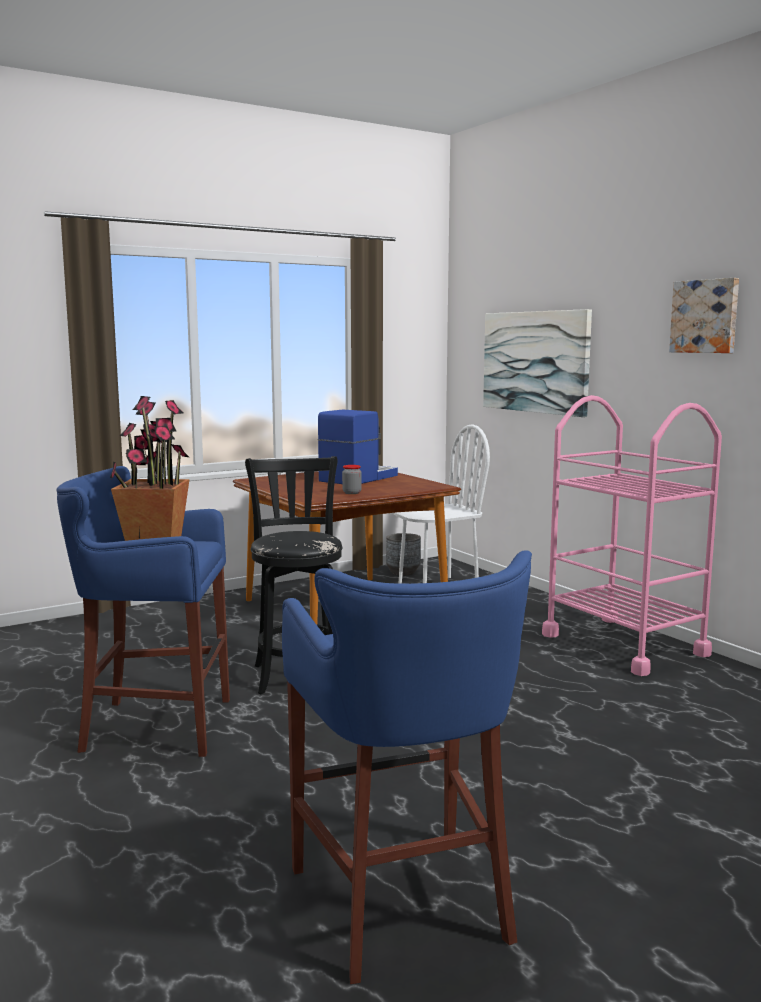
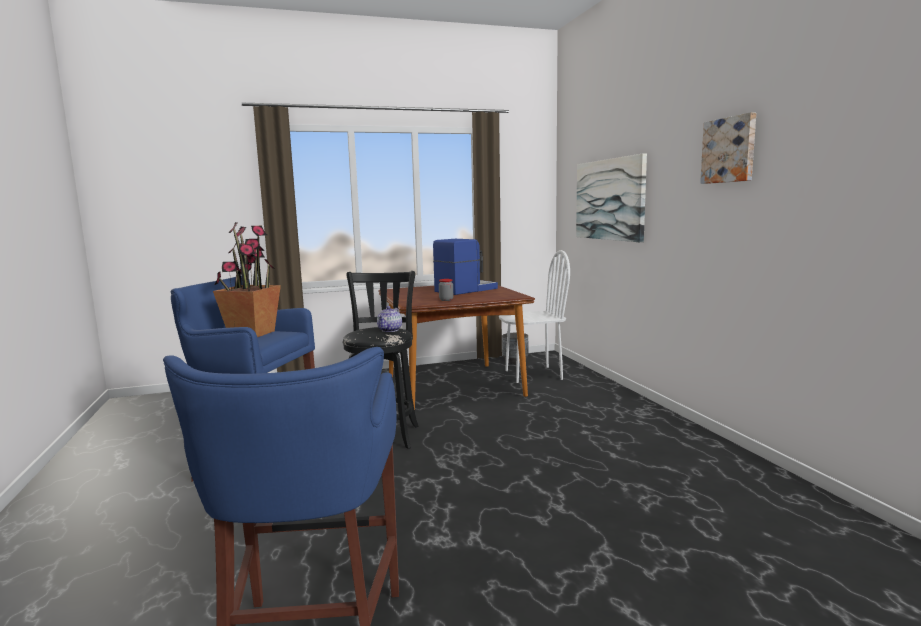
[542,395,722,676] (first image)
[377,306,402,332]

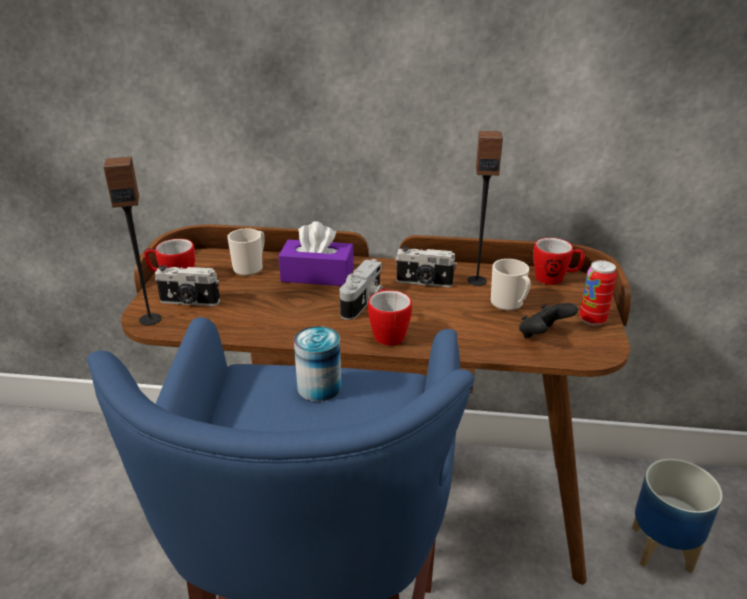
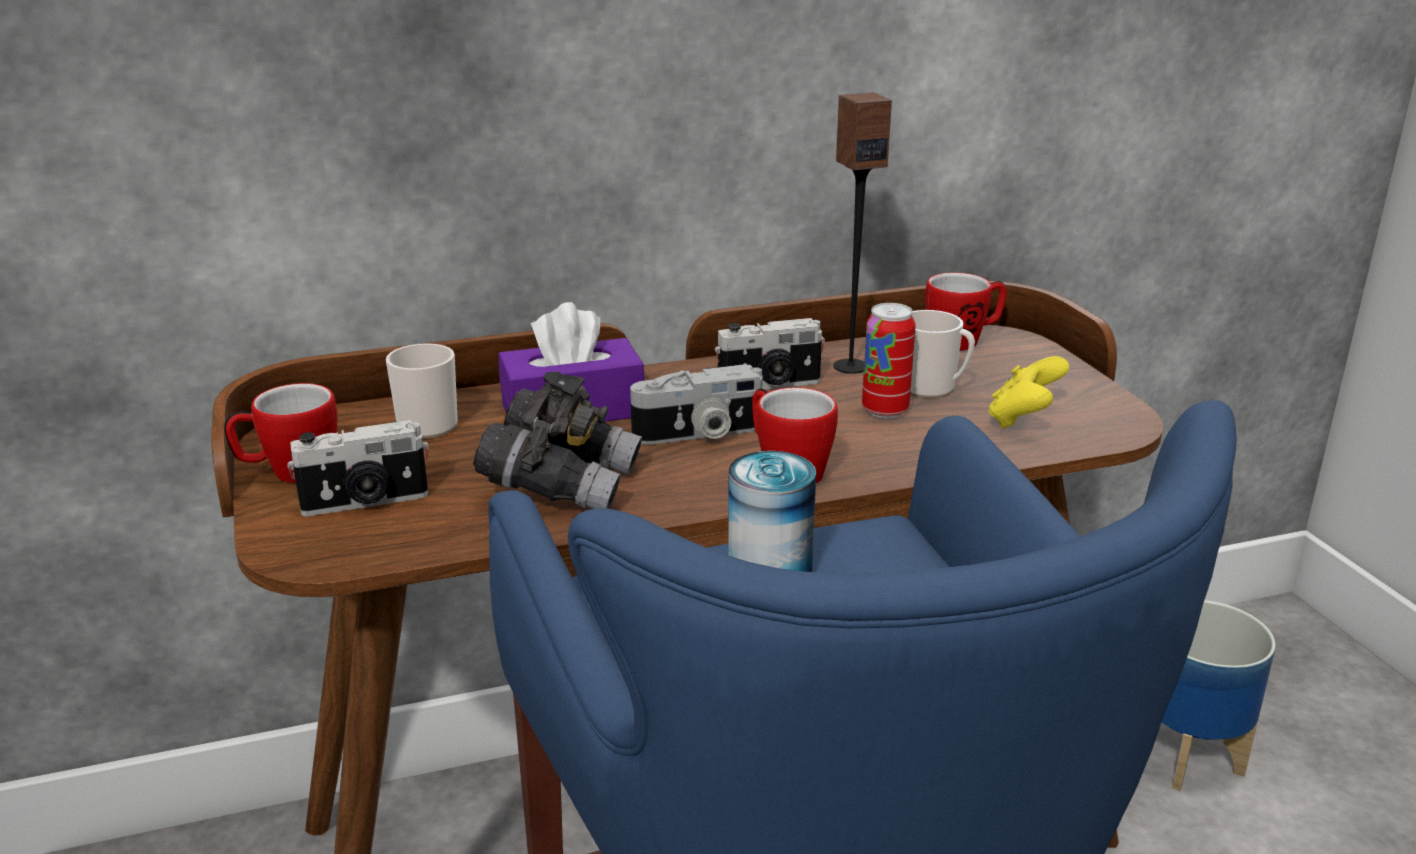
[104,157,161,325] (first image)
[630,365,763,445]
[989,356,1069,429]
[862,303,916,418]
[473,372,642,509]

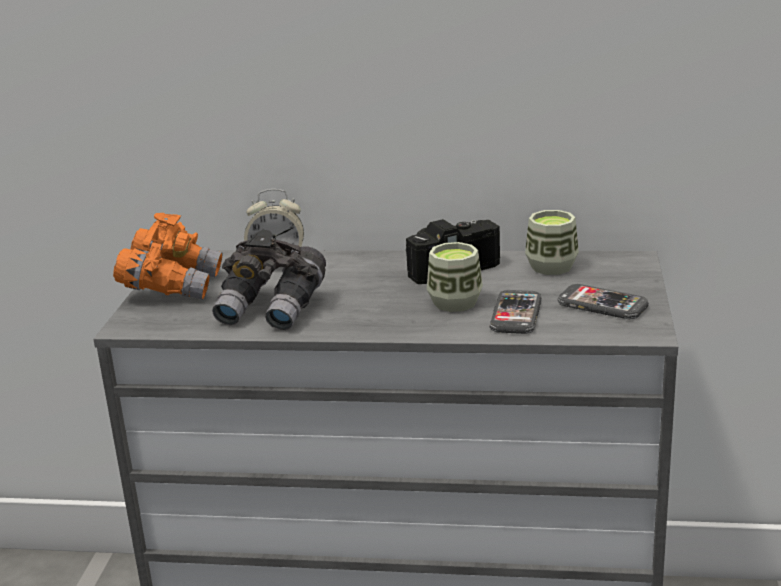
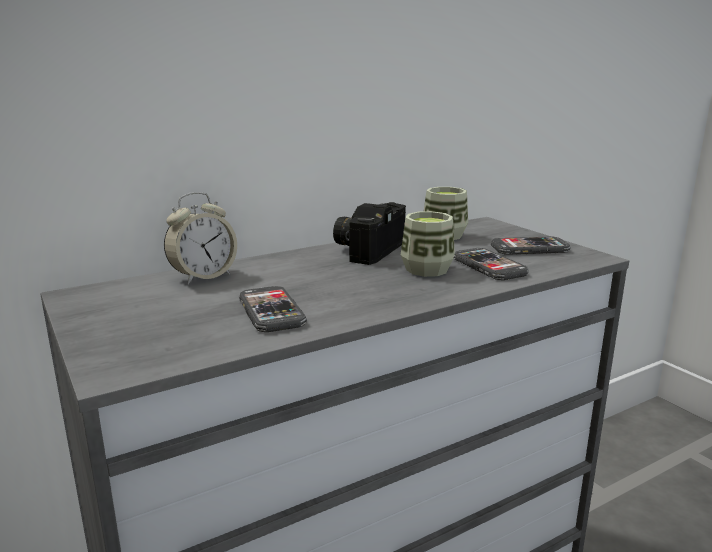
[113,213,223,300] (first image)
[239,286,307,332]

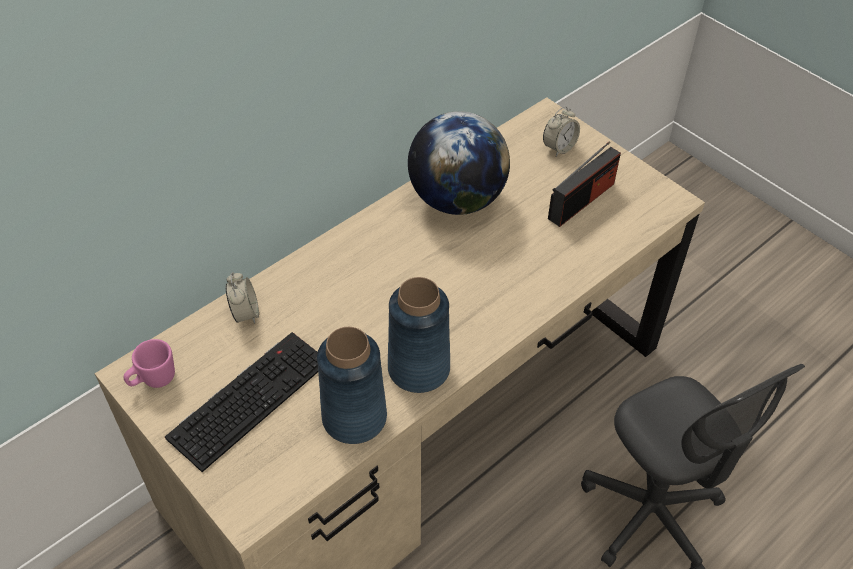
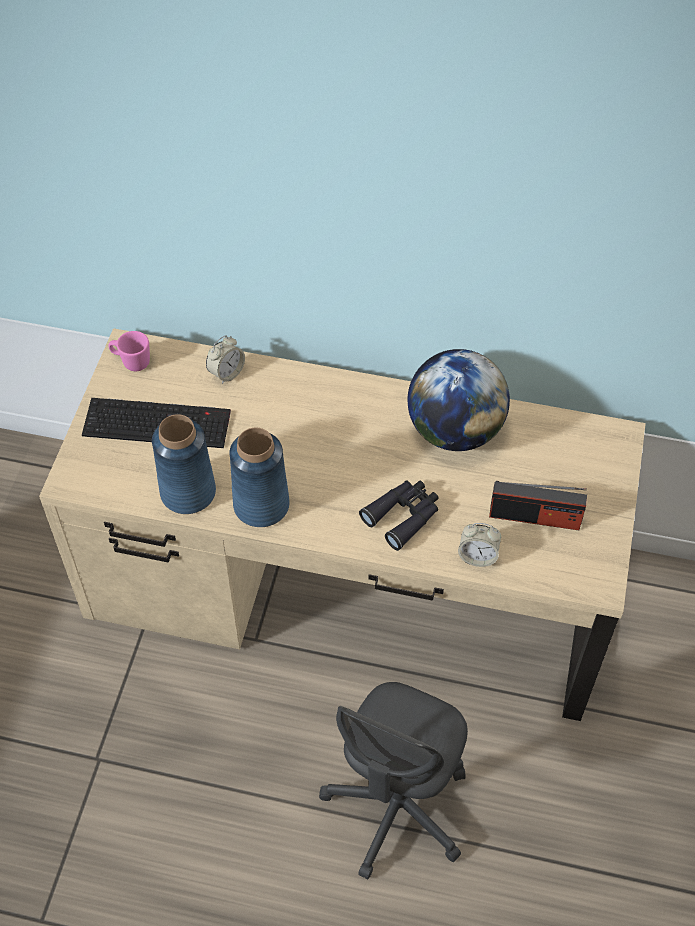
[458,523,501,567]
[359,480,439,551]

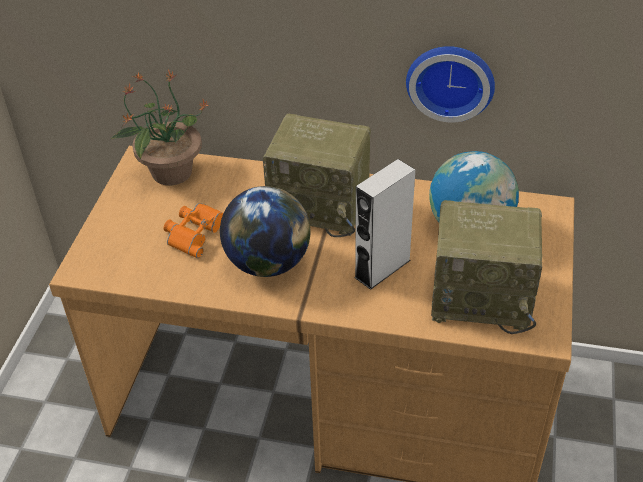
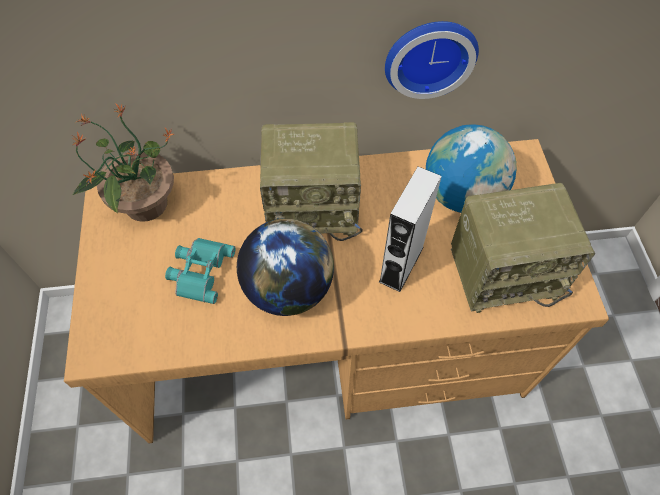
[165,238,236,304]

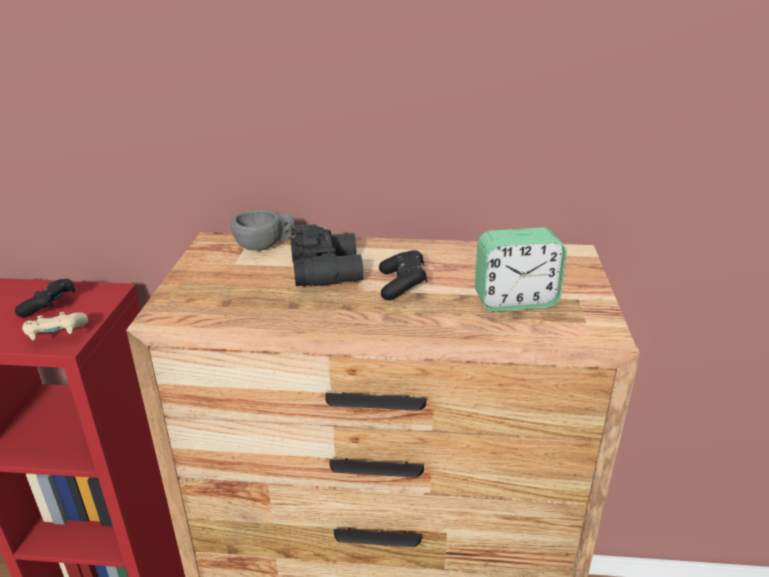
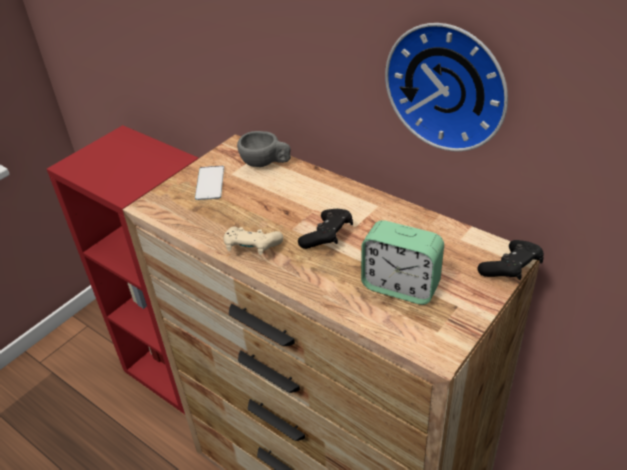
[478,240,544,280]
[224,226,283,255]
[291,224,364,287] (first image)
[195,166,224,200]
[385,23,508,152]

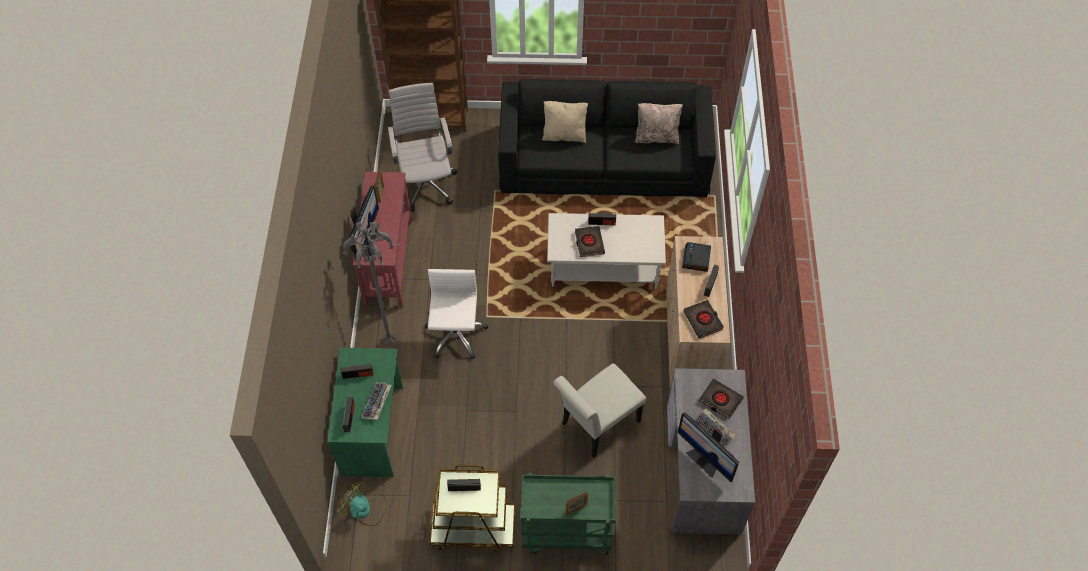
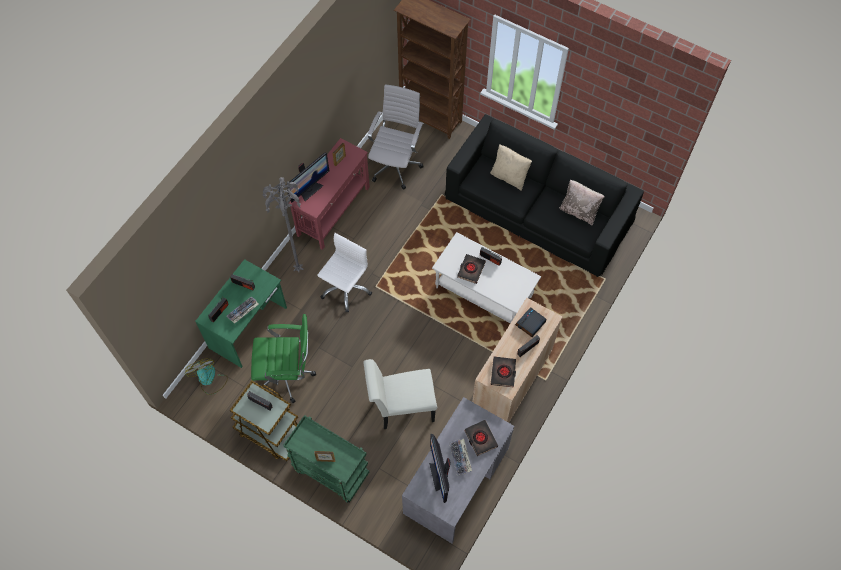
[251,314,316,403]

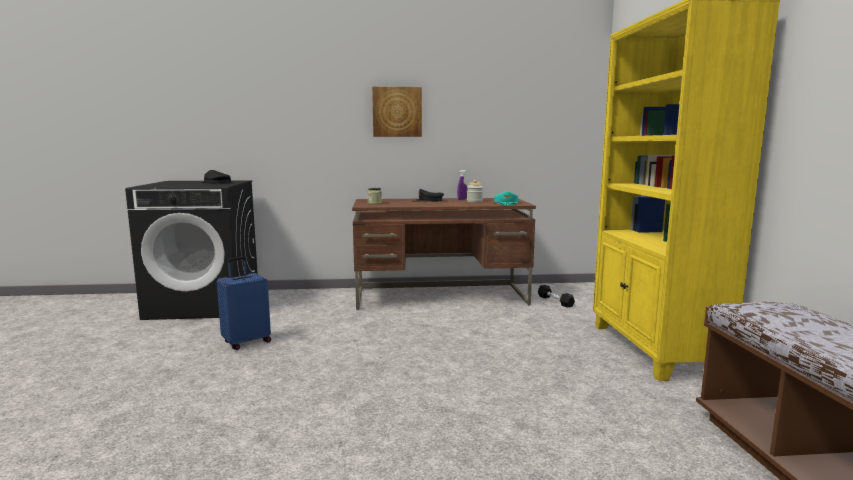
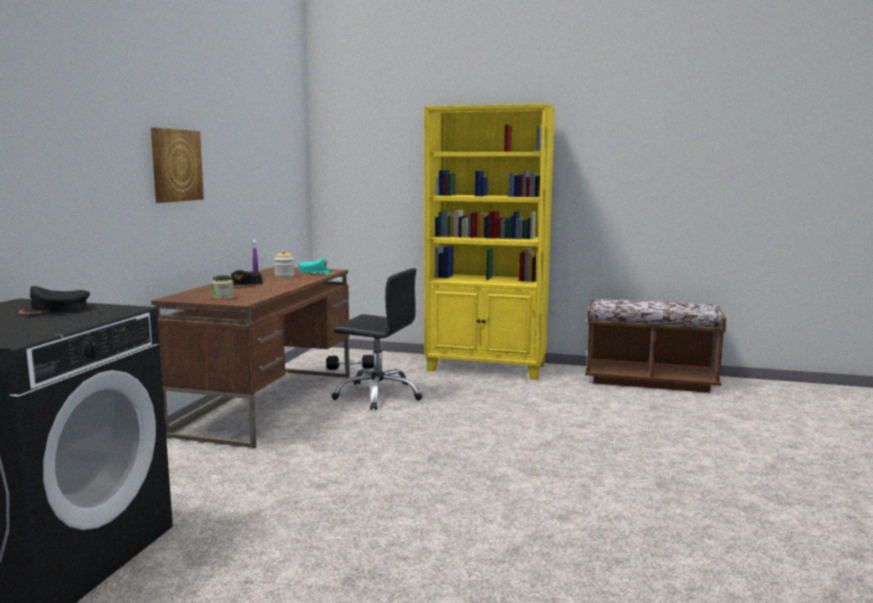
[217,256,271,350] (first image)
[331,268,423,410]

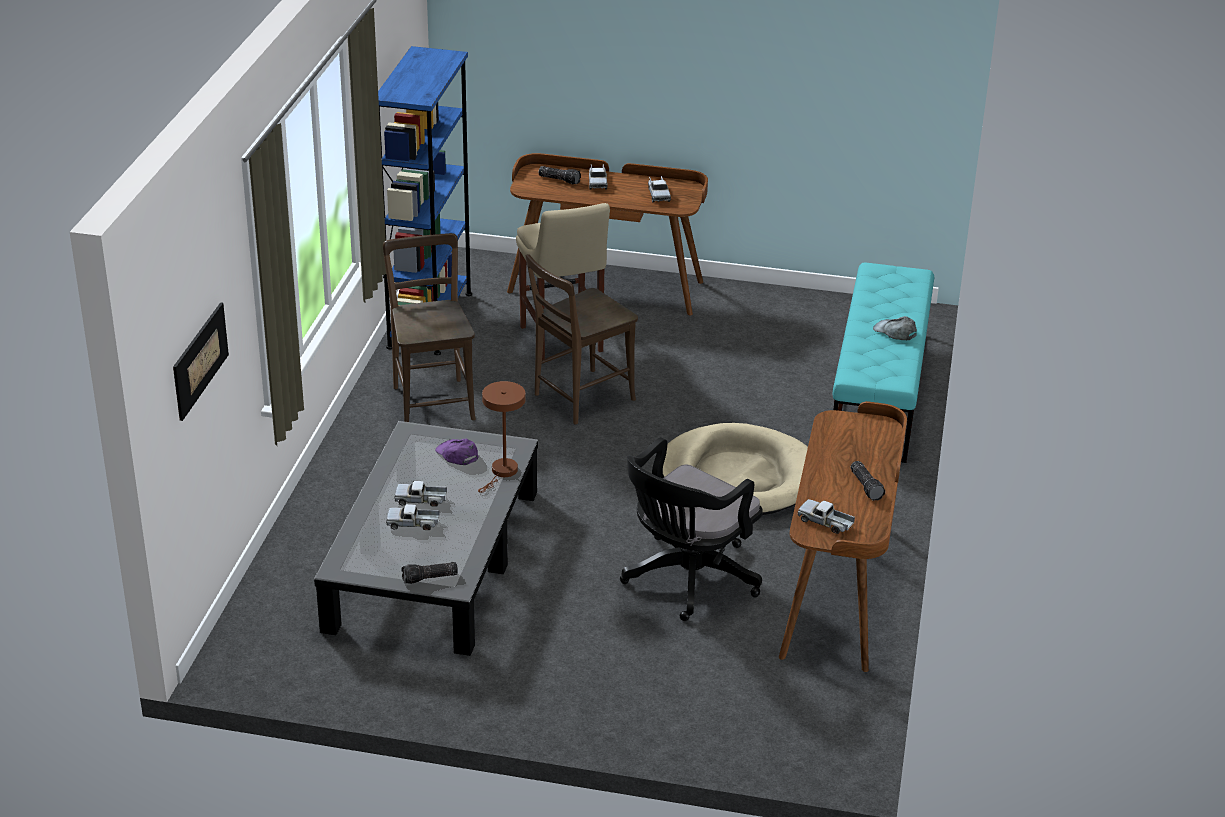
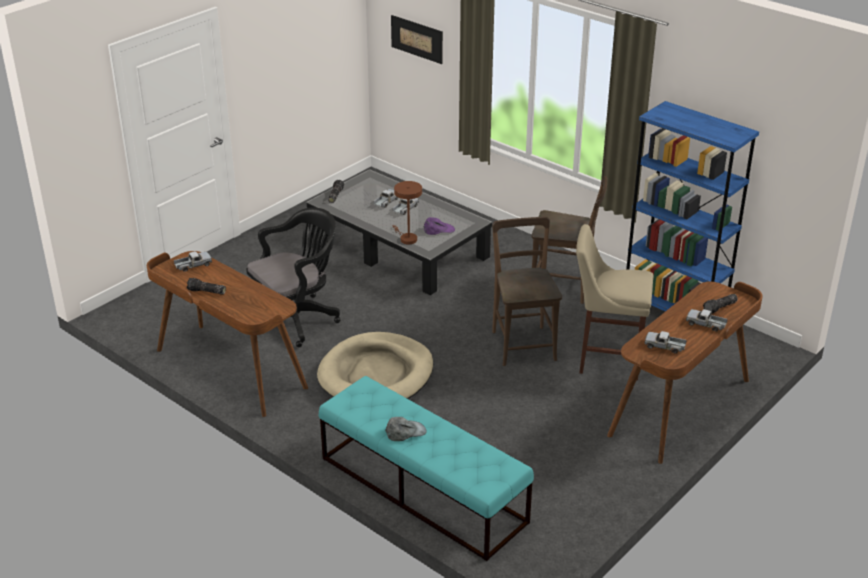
[246,207,340,348]

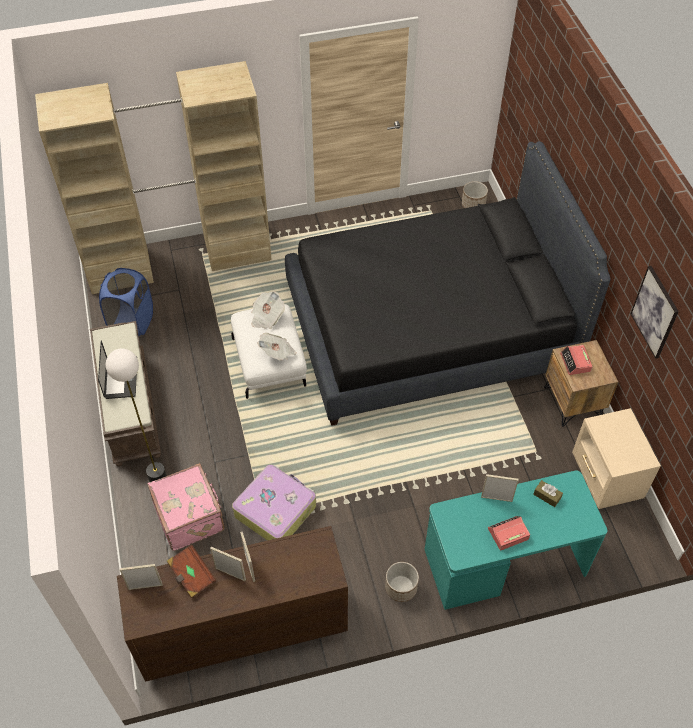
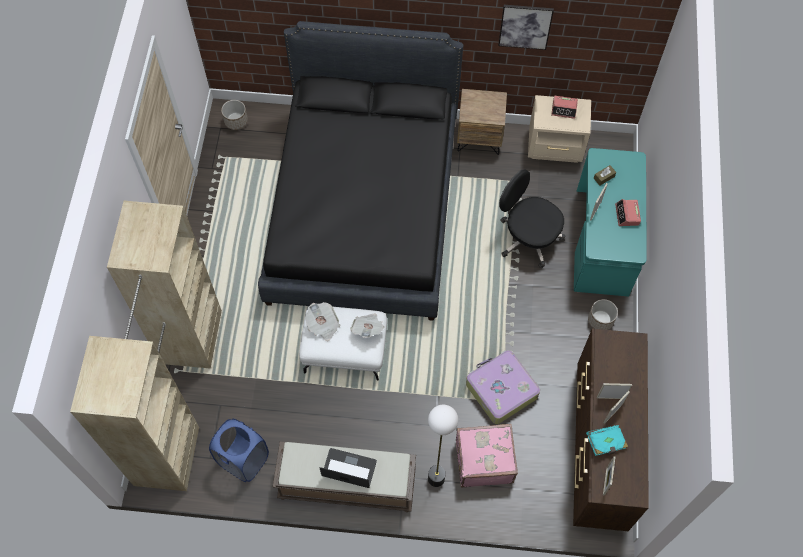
[586,425,628,456]
[551,96,578,119]
[499,170,566,268]

